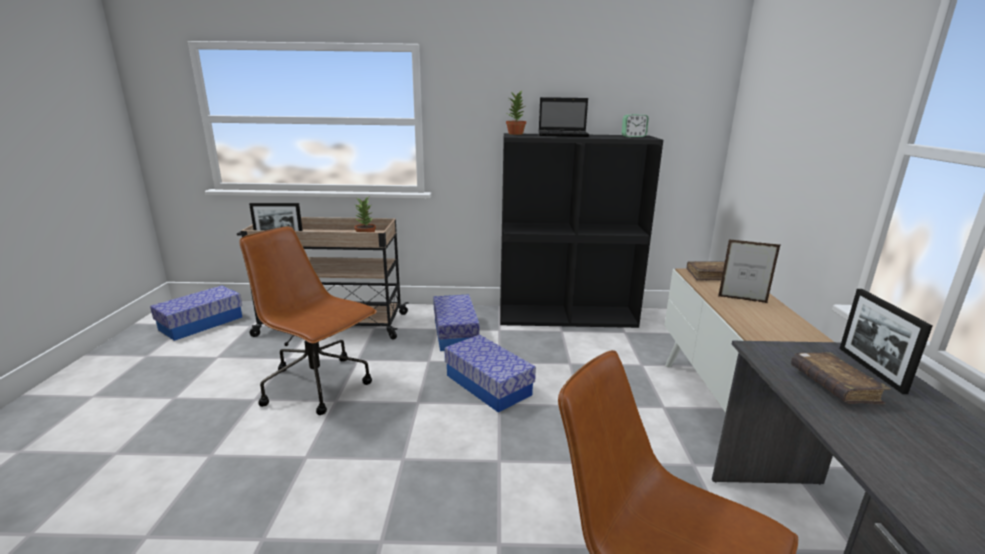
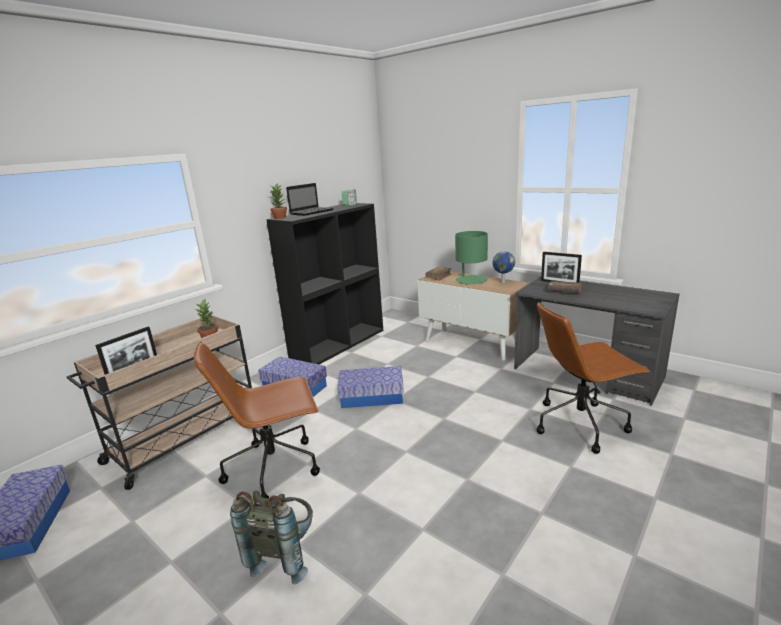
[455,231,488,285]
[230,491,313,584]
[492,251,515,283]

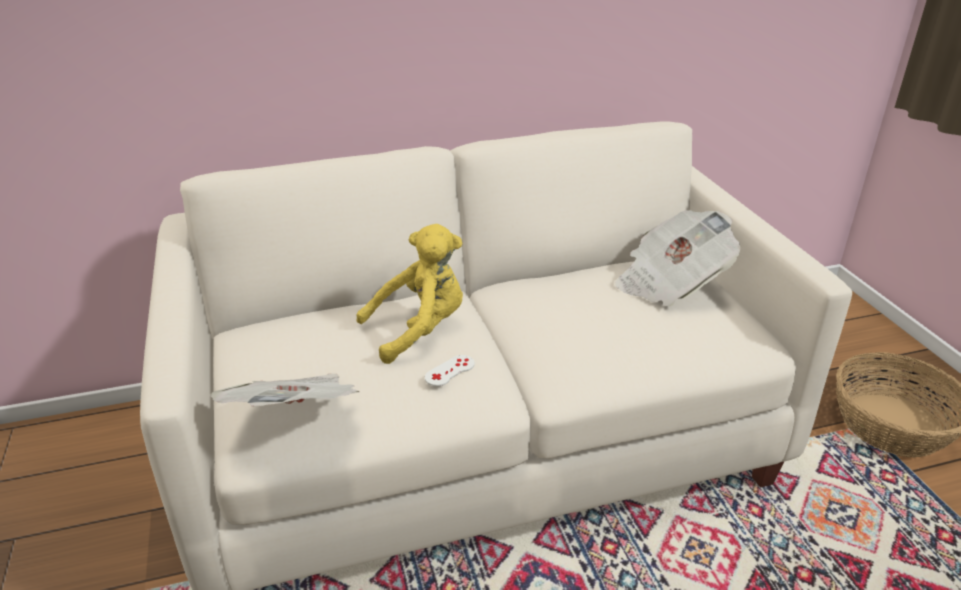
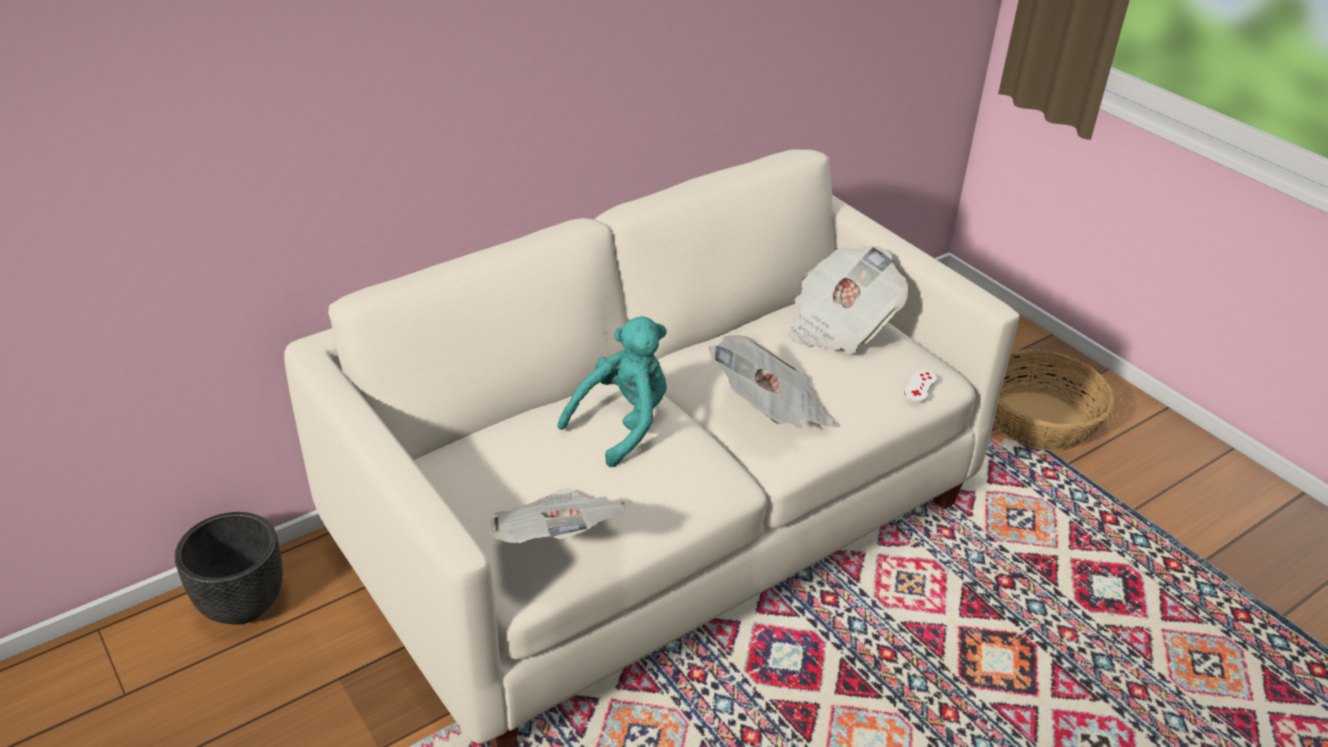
[557,316,667,467]
[904,370,937,401]
[175,512,283,625]
[709,335,835,428]

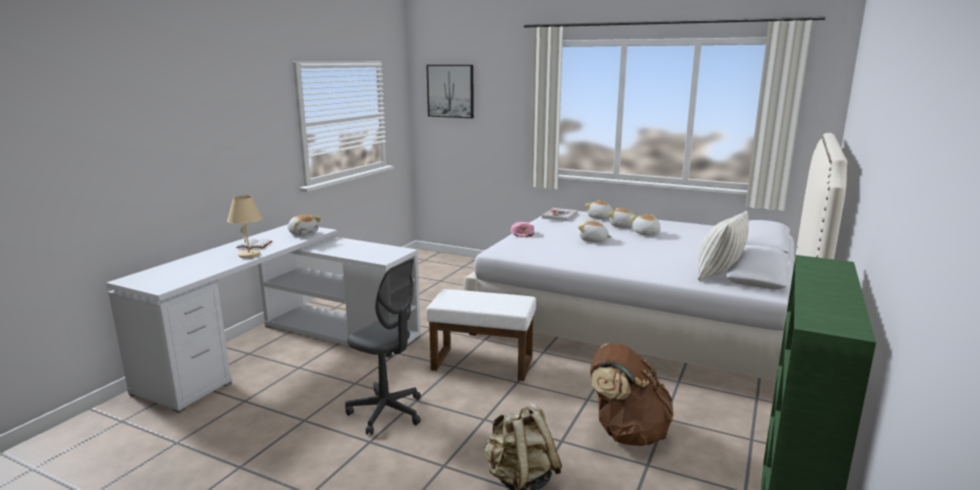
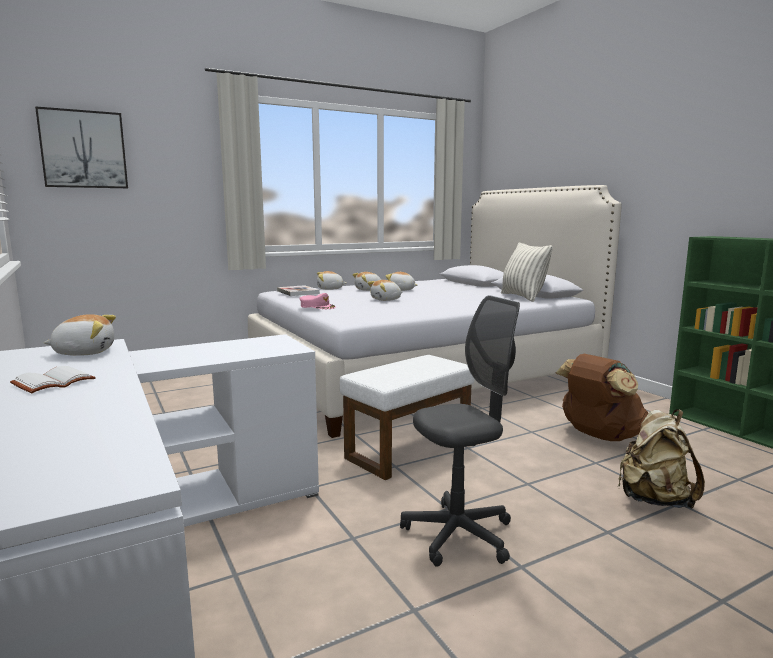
[227,195,263,258] (first image)

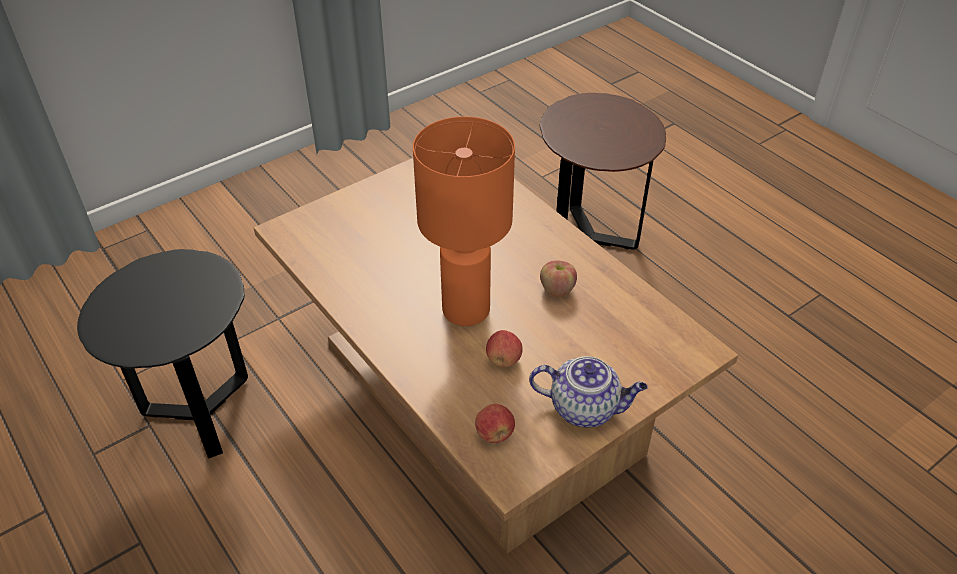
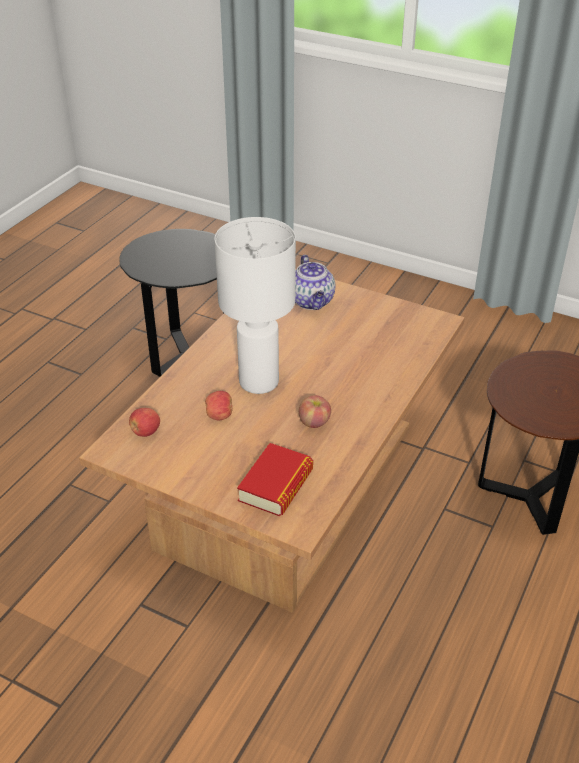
[214,217,296,394]
[295,255,336,310]
[237,443,313,516]

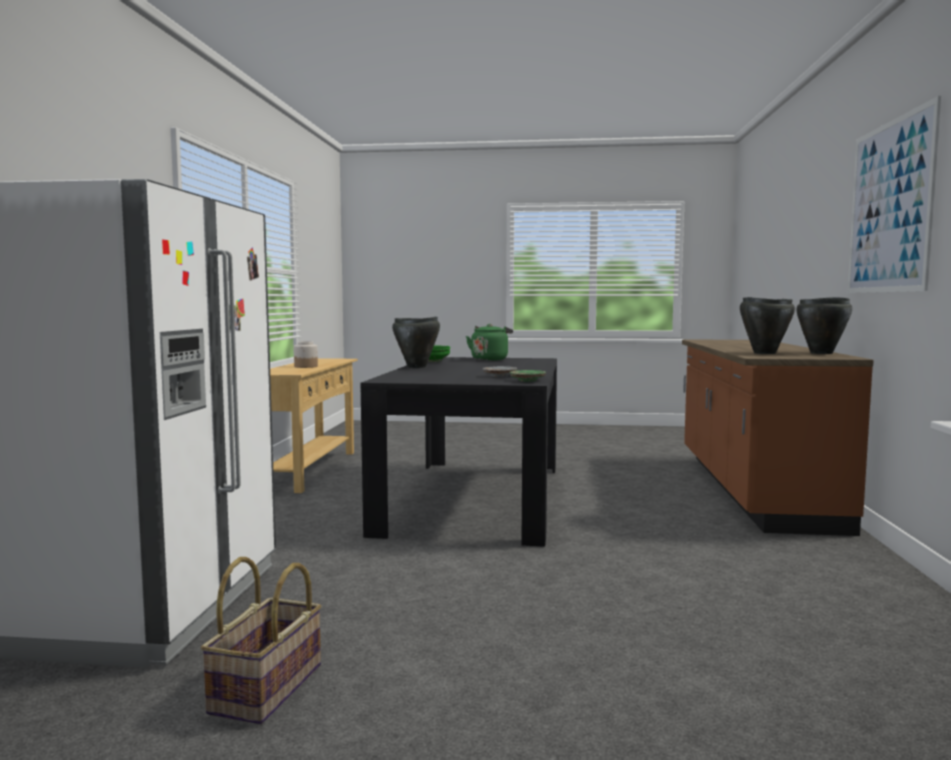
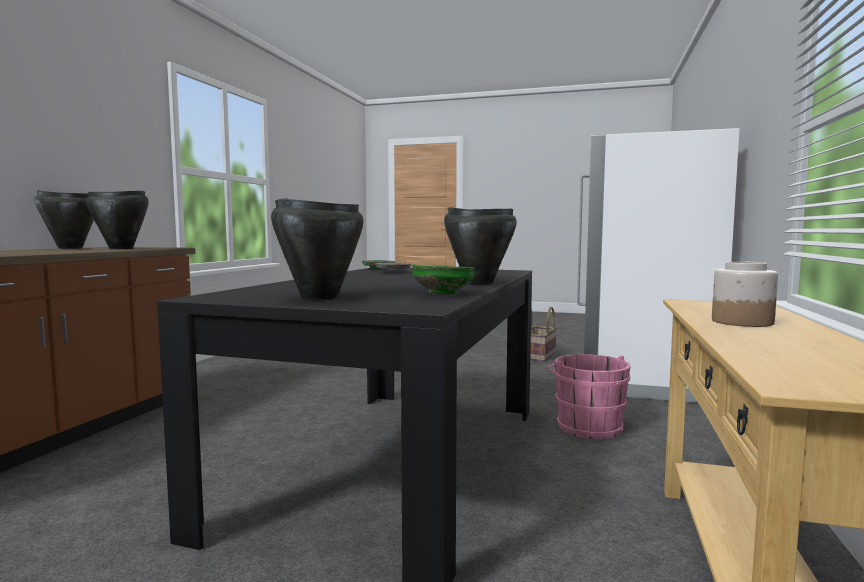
[271,199,363,300]
[848,96,941,293] (first image)
[545,354,630,439]

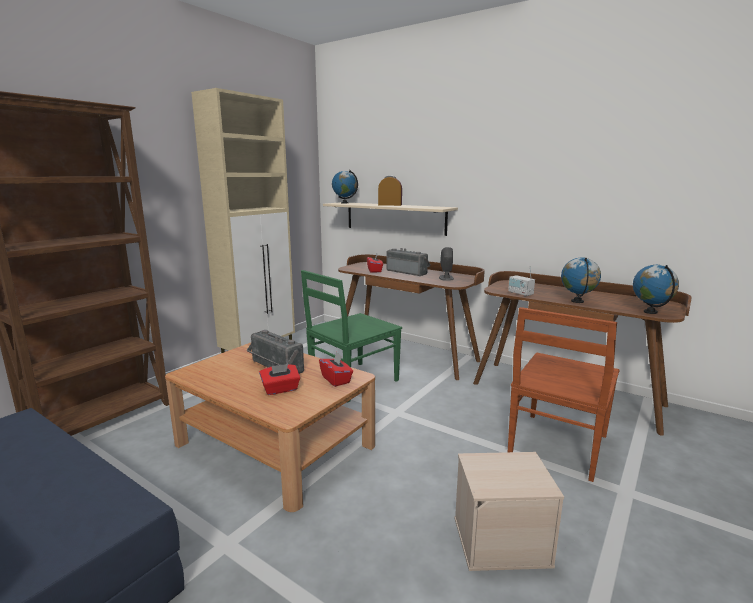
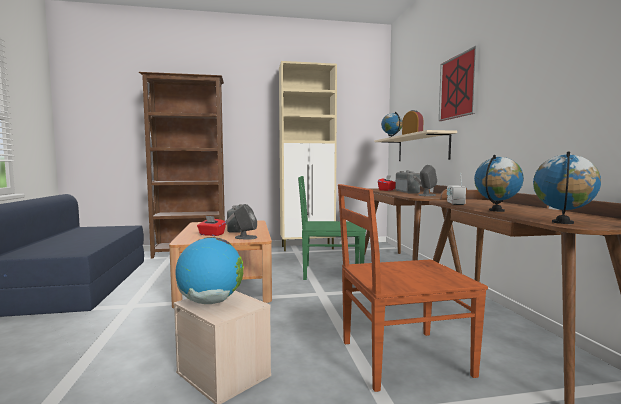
[234,204,257,240]
[175,237,244,304]
[439,46,479,121]

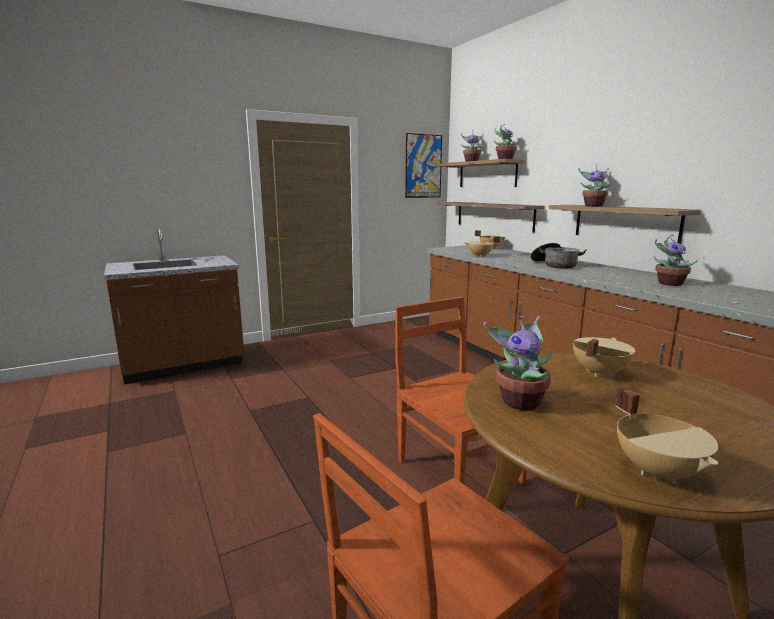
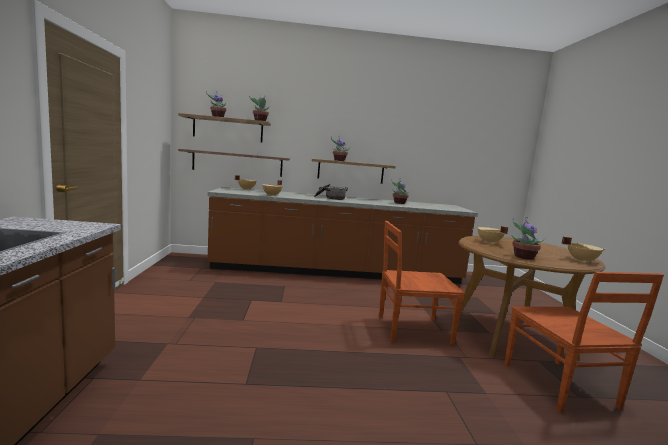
[405,133,442,198] (first image)

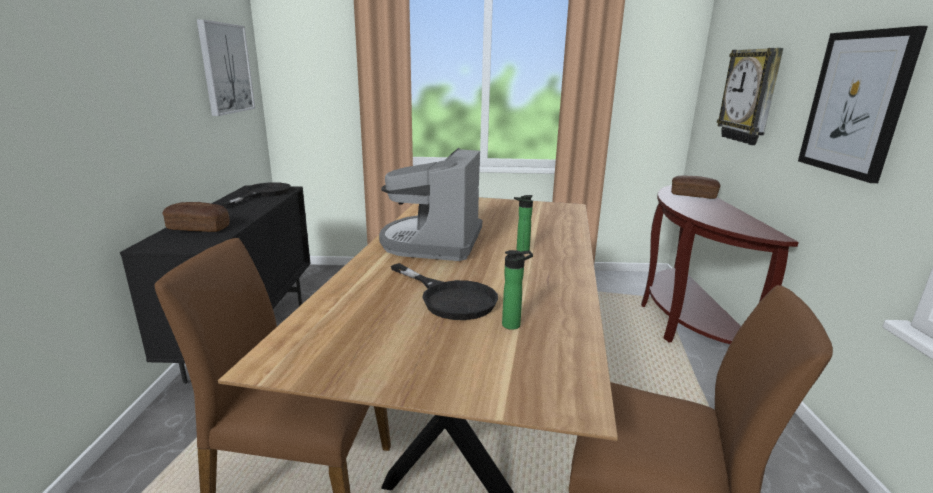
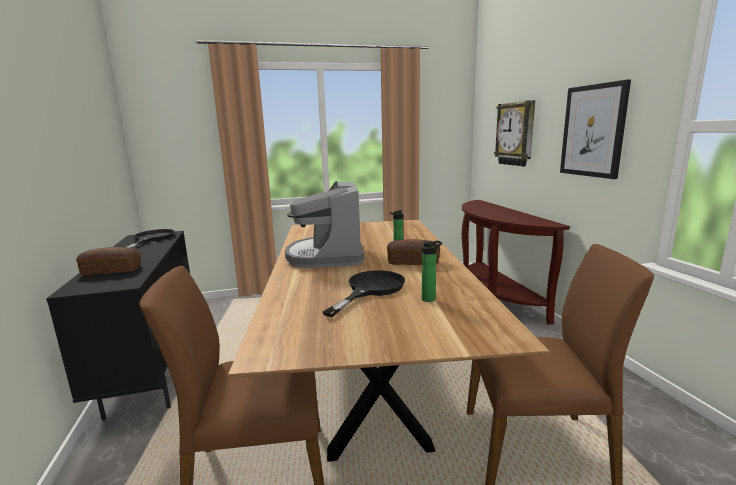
[197,19,255,116] (first image)
[323,270,405,317]
[387,239,440,265]

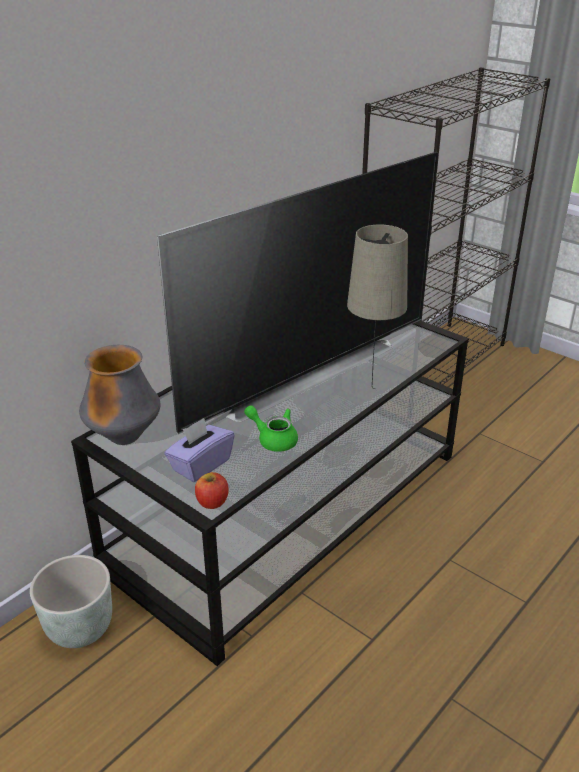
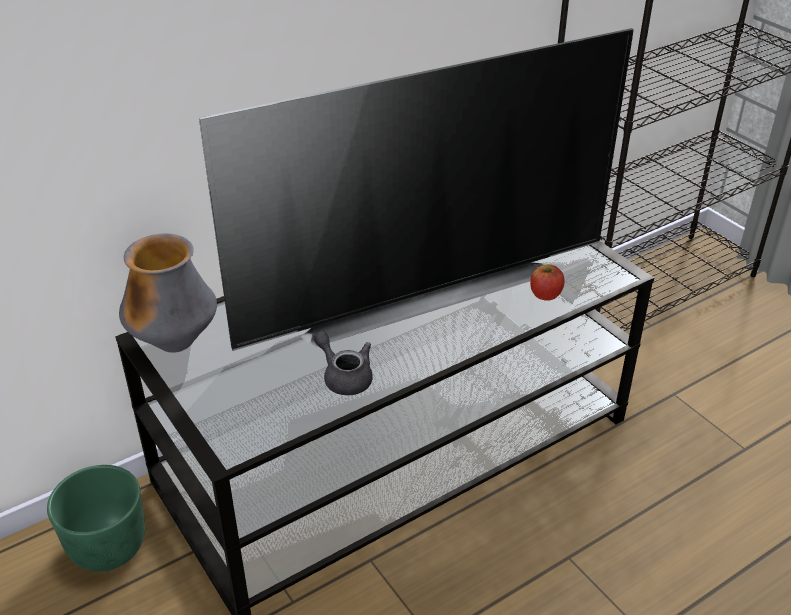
[47,465,145,572]
[164,418,235,482] (first image)
[530,264,565,301]
[314,331,373,395]
[347,225,408,389] (first image)

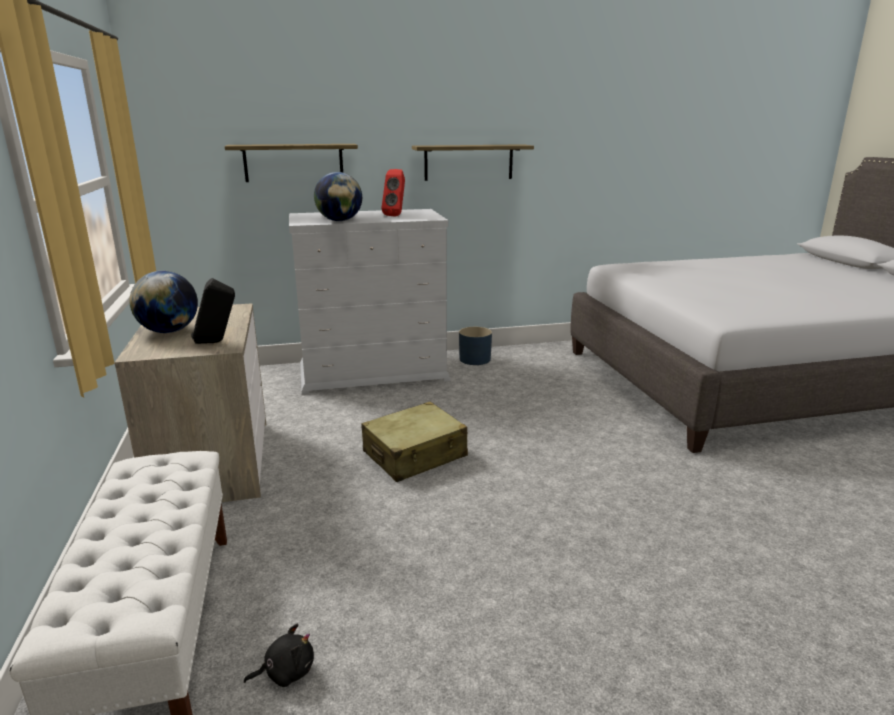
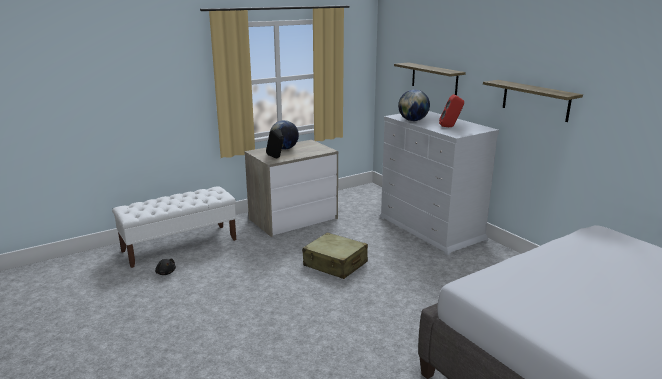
[459,327,492,365] (first image)

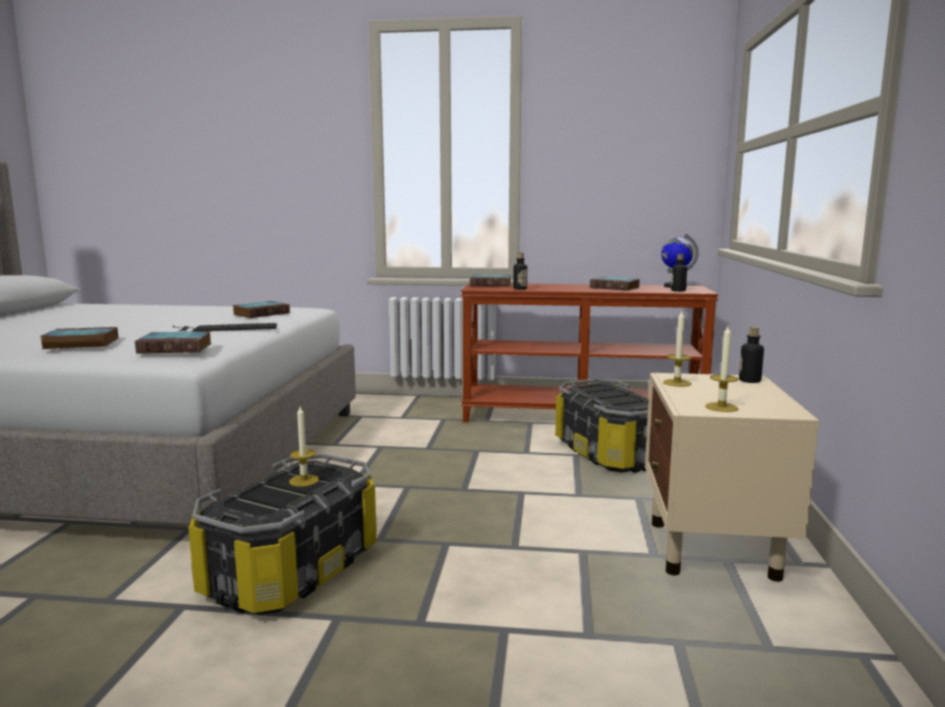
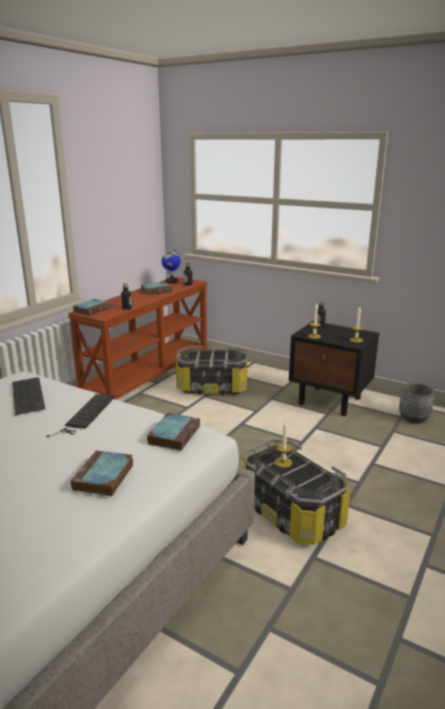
[12,377,45,415]
[289,321,379,416]
[399,383,435,424]

